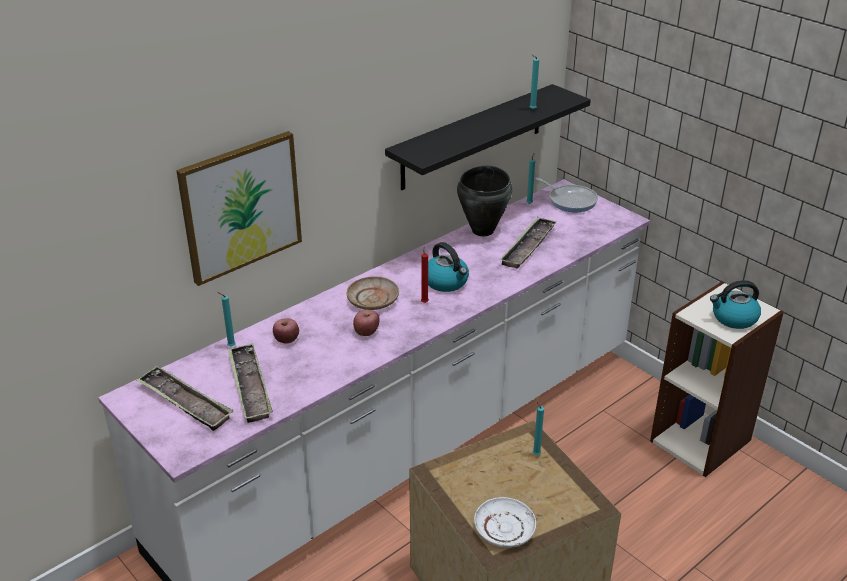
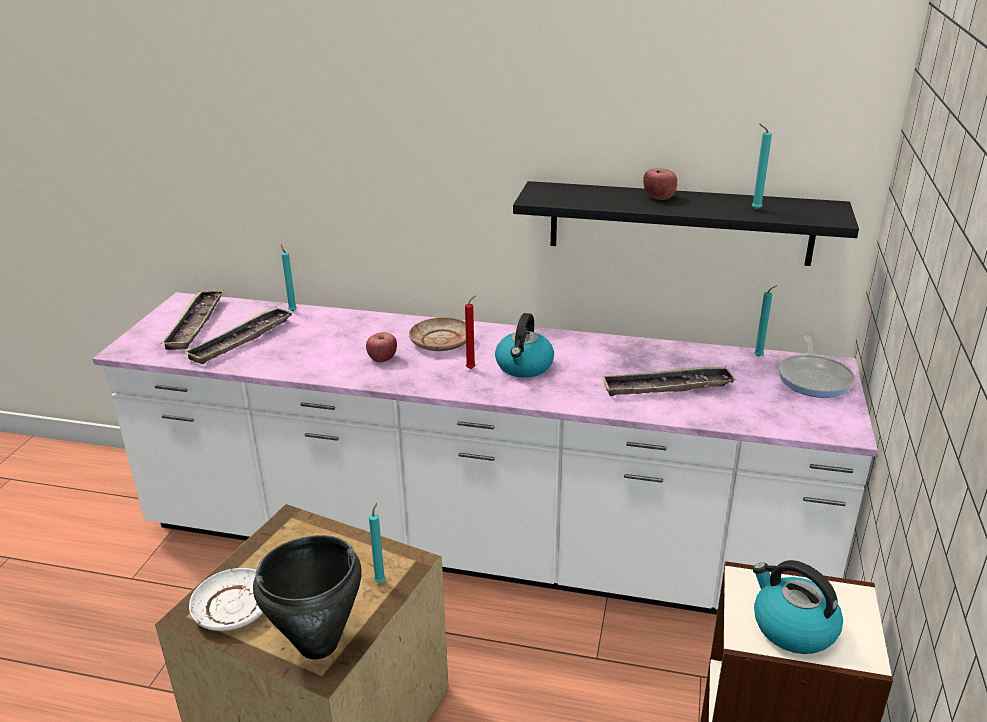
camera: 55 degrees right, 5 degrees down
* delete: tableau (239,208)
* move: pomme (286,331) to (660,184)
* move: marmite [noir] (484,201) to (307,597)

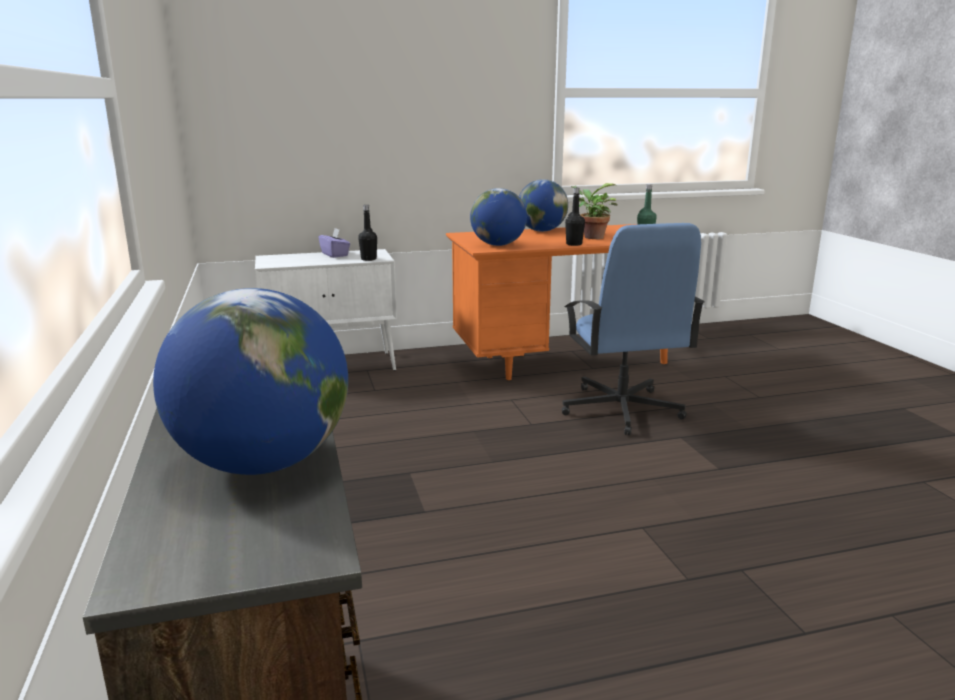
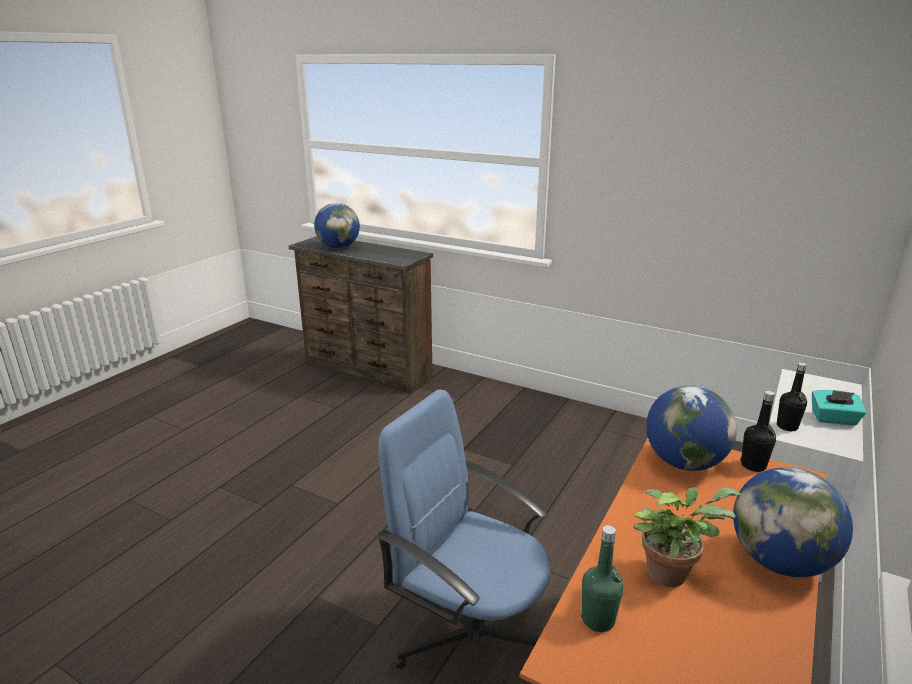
camera: 135 degrees right, 5 degrees up
* move: bouteille [noir] (575,217) to (758,431)
* recolor: boîte à mouchoirs [violet] (334,243) to boîte à mouchoirs [turquoise] (839,407)

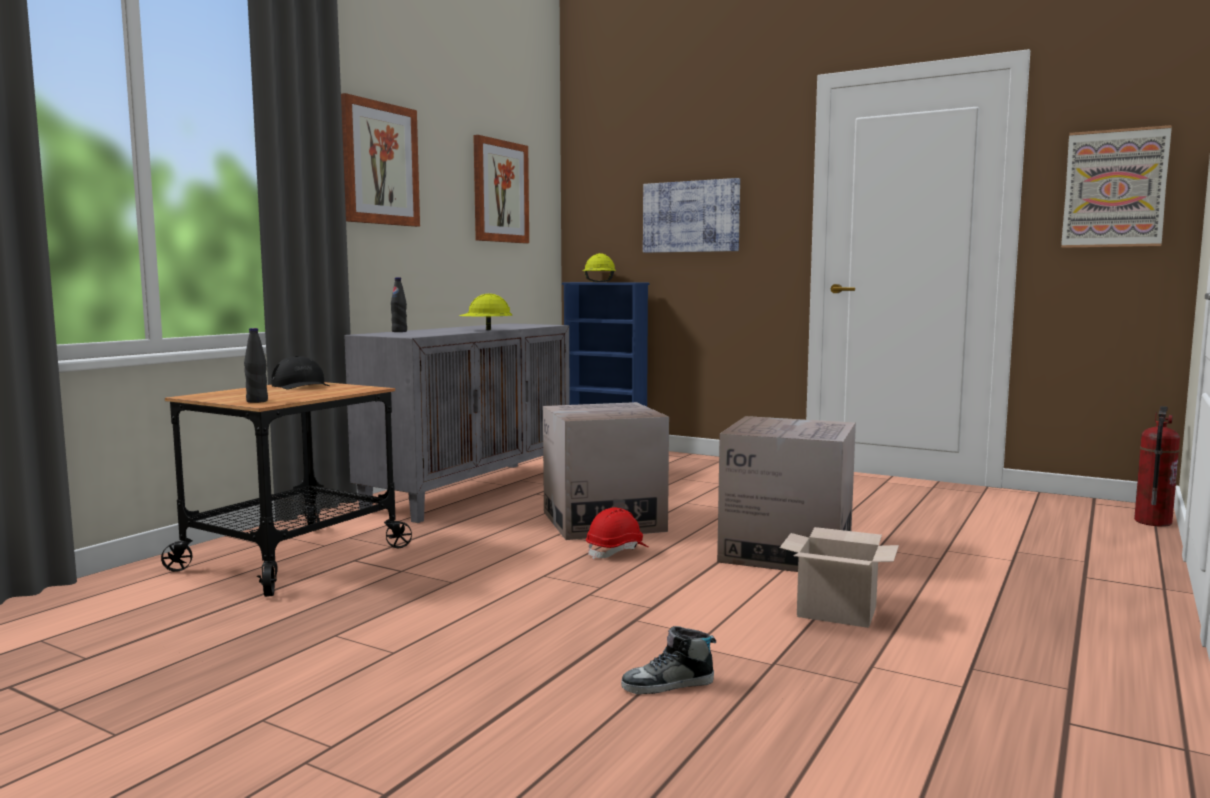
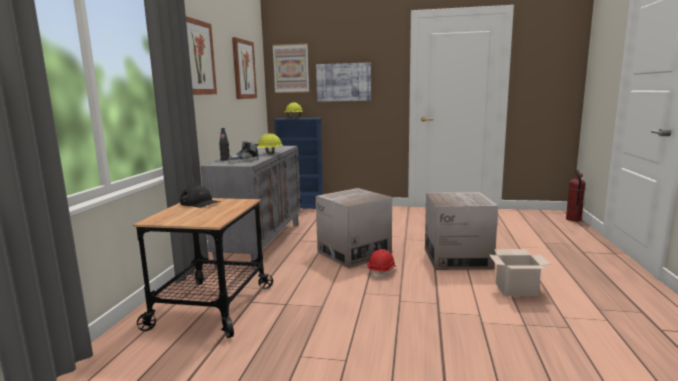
camera: 20 degrees left, 5 degrees up
* delete: bouteille [noir] (256,365)
* move: chaussure (668,660) to (243,152)
* move: tableau (1116,186) to (290,68)

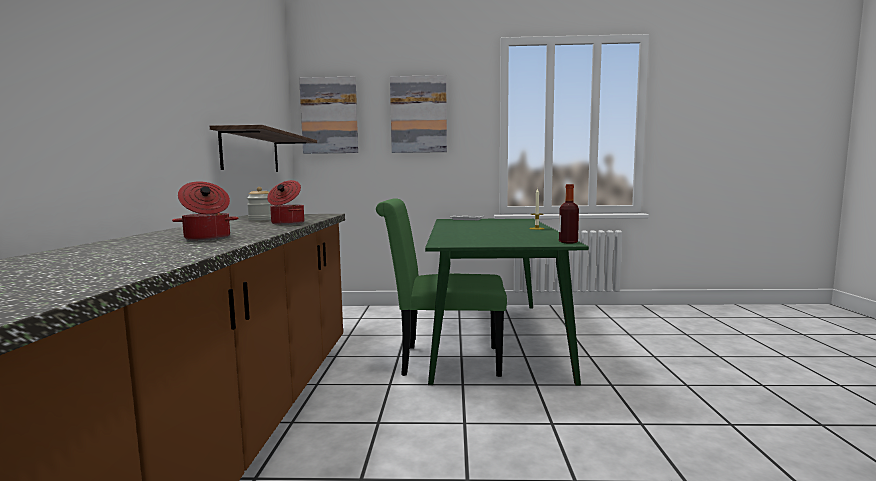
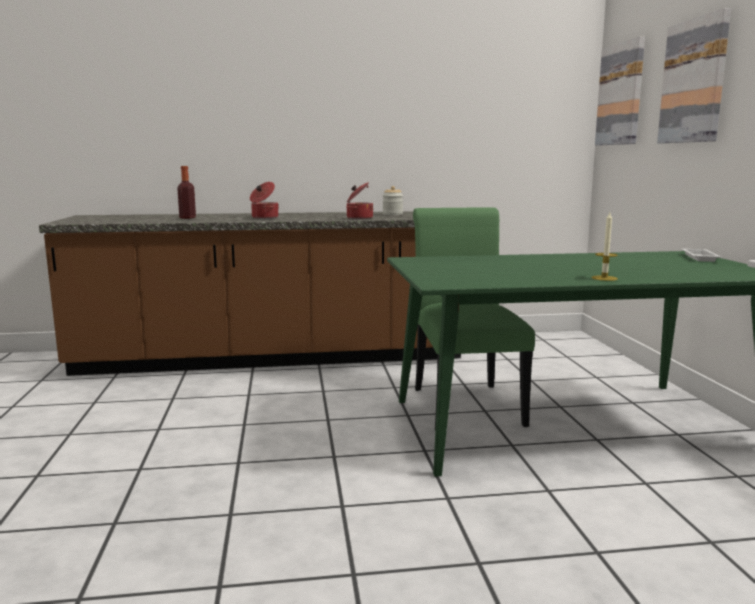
camera: 80 degrees right, 5 degrees up
* delete: étagère (263,148)
* move: bouteille (569,213) to (186,192)

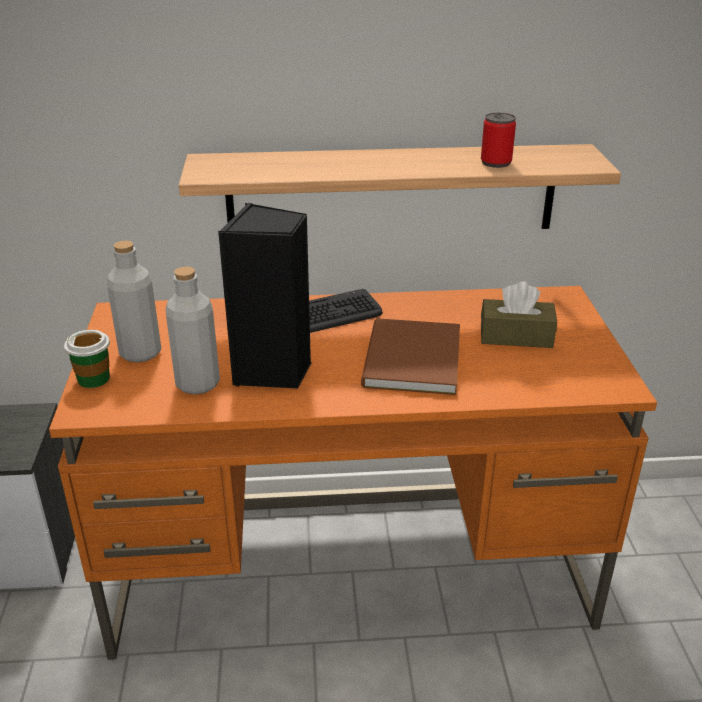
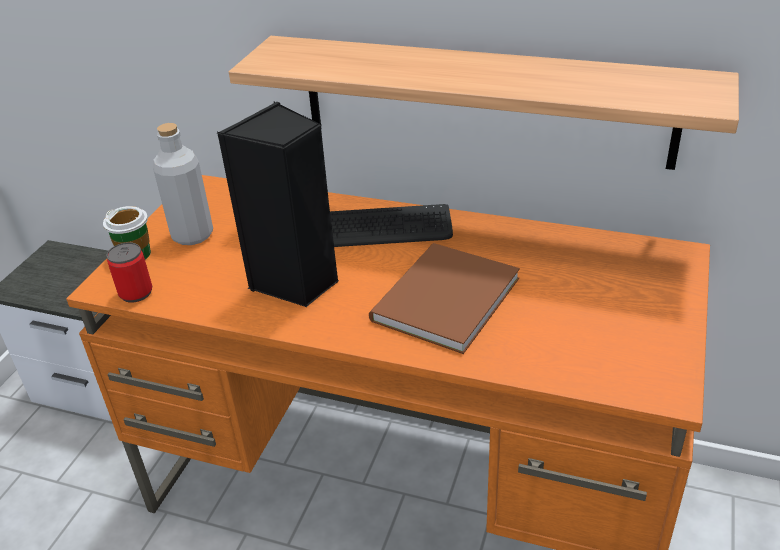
camera: 25 degrees right, 5 degrees up
* delete: bouteille [gris] (192,330)
* delete: boîte à mouchoirs [marron] (519,314)
* move: boîte métallique (498,140) to (129,272)

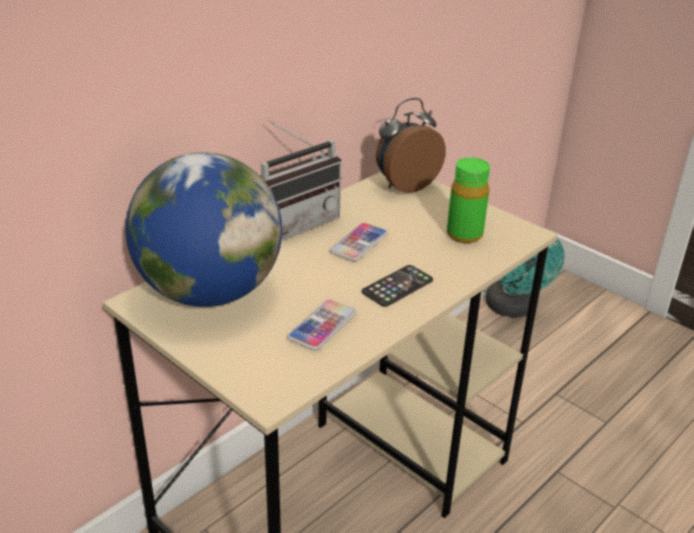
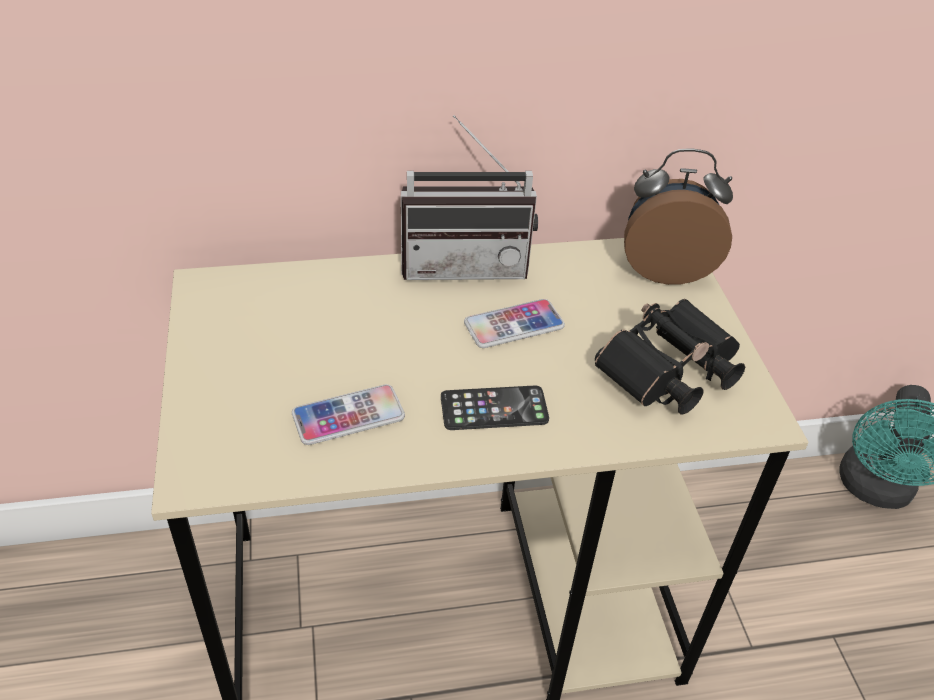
camera: 35 degrees right, 10 degrees up
* delete: globe (203,229)
* replace: bouteille [vert] (468,200) to jumelles [noir] (670,356)

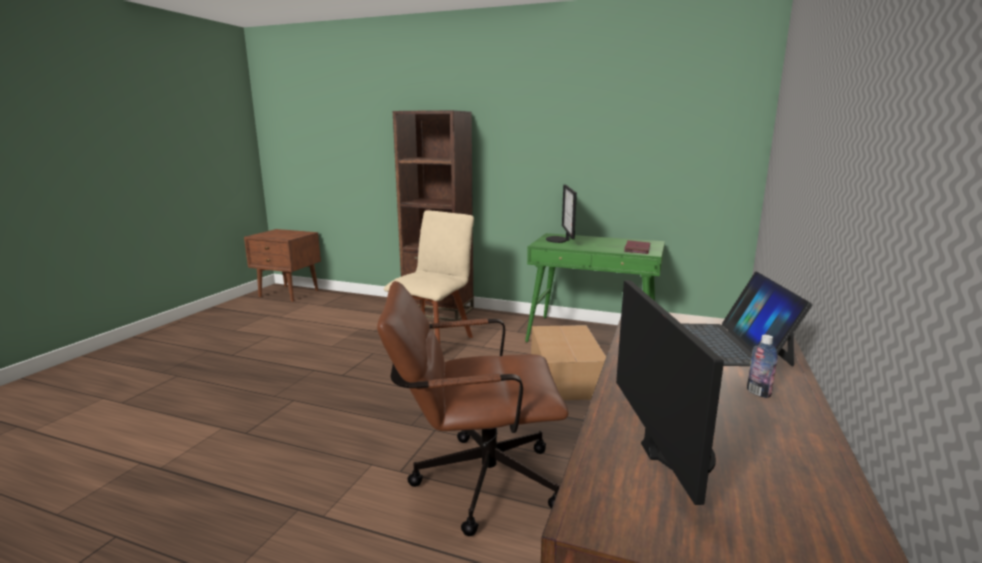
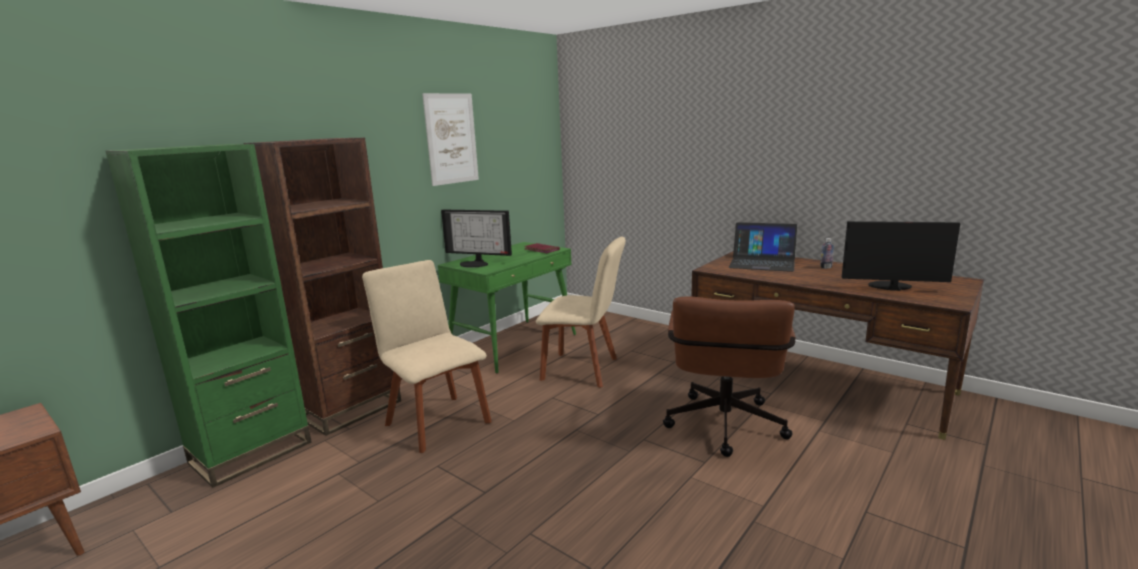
camera: 70 degrees left, 0 degrees up
* insert: bibliothèque [vert] (208,316)
* insert: tableau (450,139)
* replace: carton (568,362) to chaise [beige] (581,312)

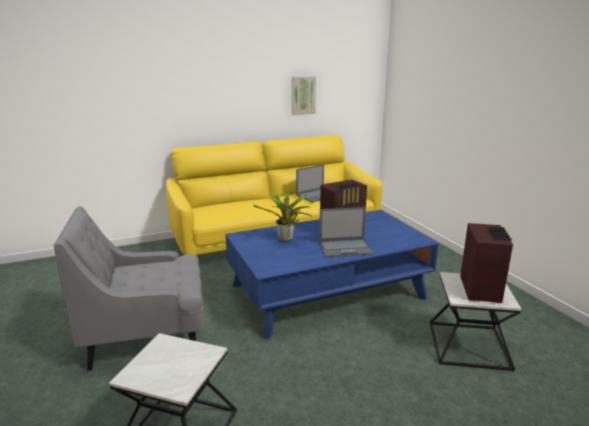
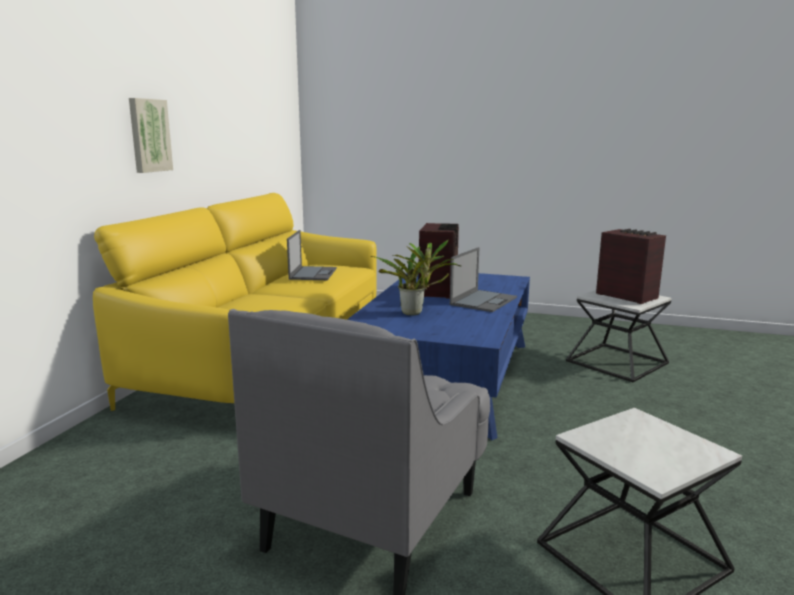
camera: 50 degrees left, 5 degrees down
* move: tableau (304,95) to (151,135)

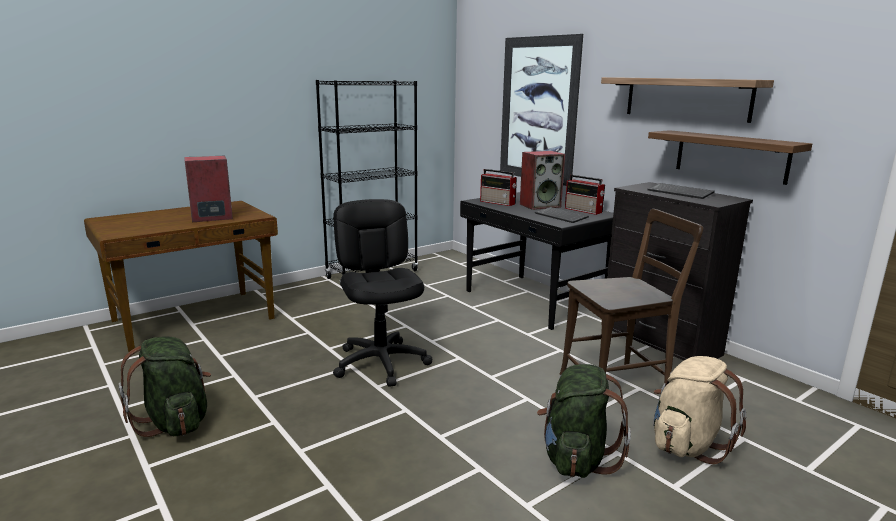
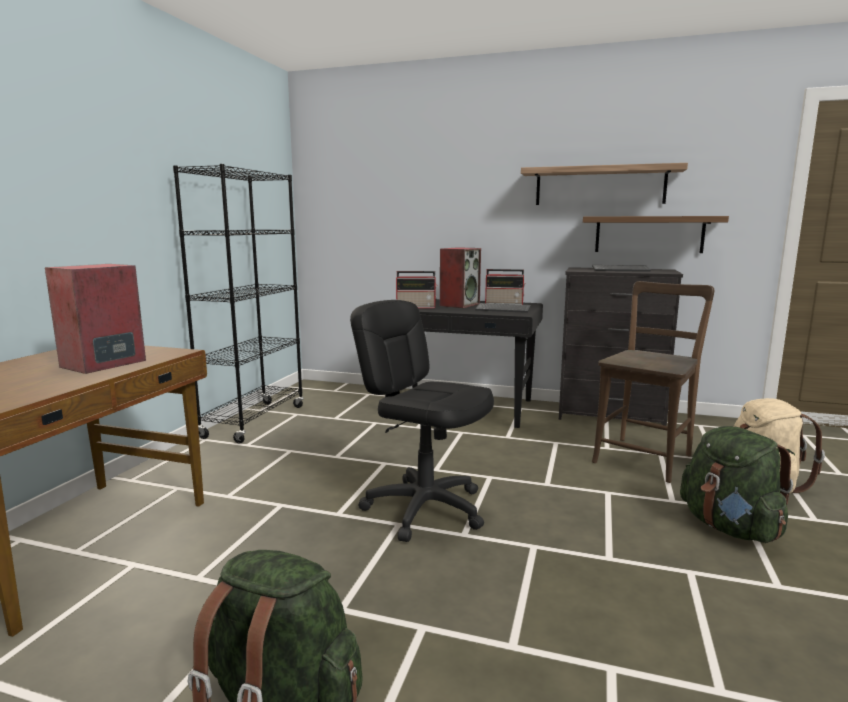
camera: 35 degrees left, 5 degrees down
* delete: tableau (541,110)

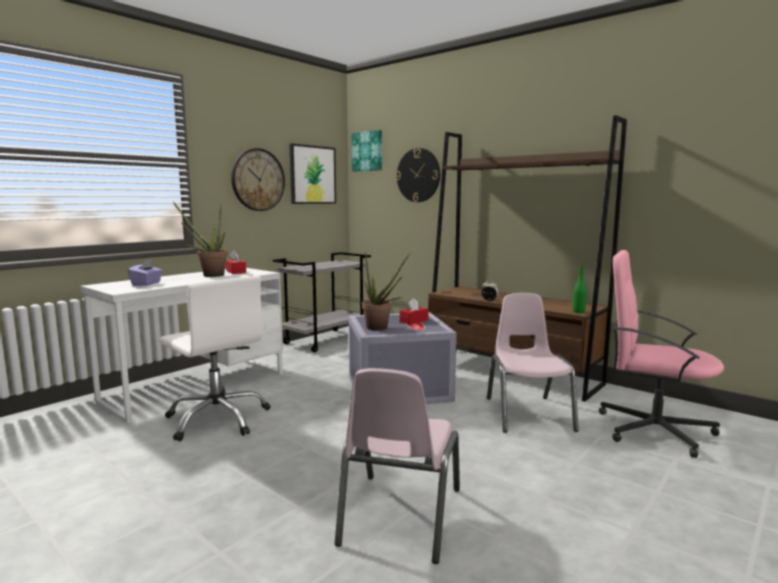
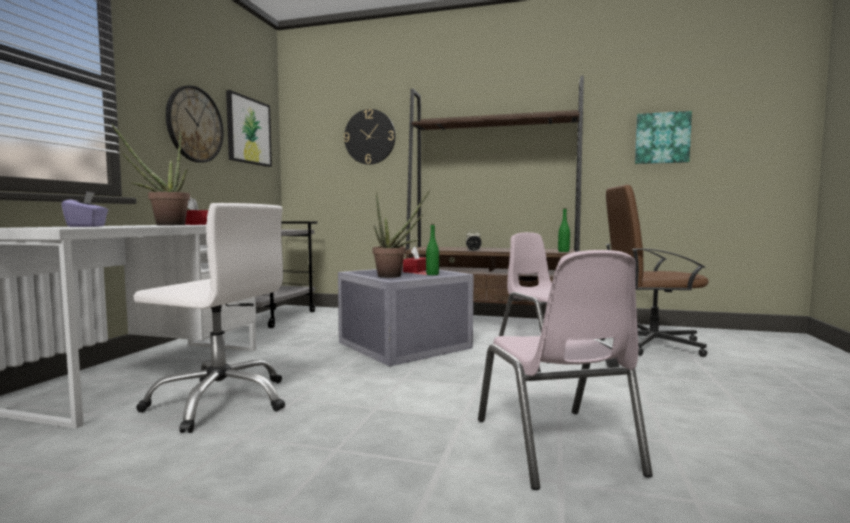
camera: 25 degrees left, 5 degrees down
* insert: bouteille [vert] (432,249)
* move: tableau (367,150) to (663,137)
* recolor: chaise de bureau [rose] (661,354) to chaise de bureau [marron] (655,271)

